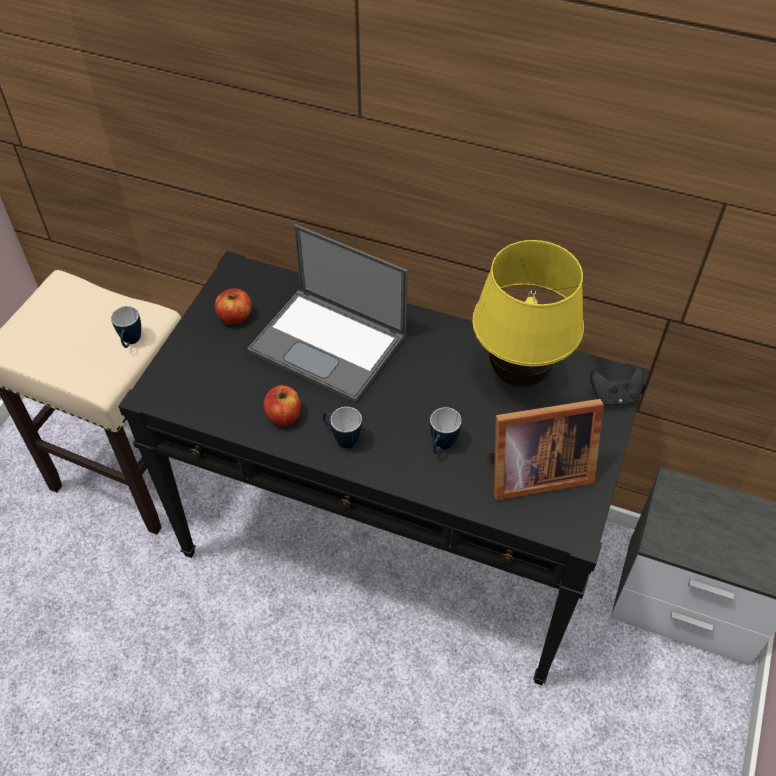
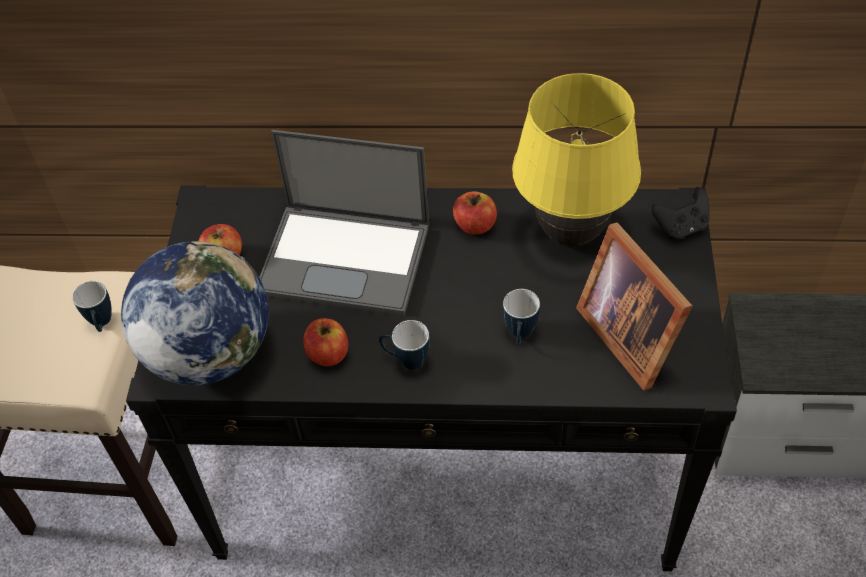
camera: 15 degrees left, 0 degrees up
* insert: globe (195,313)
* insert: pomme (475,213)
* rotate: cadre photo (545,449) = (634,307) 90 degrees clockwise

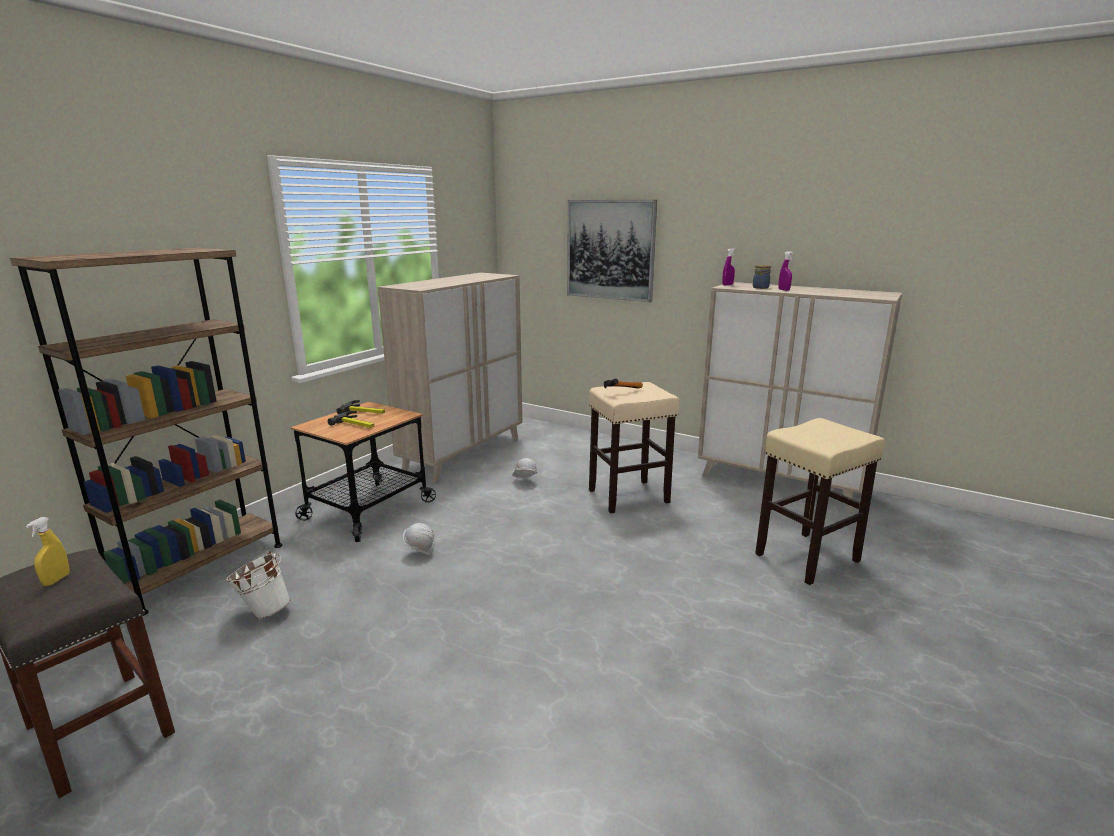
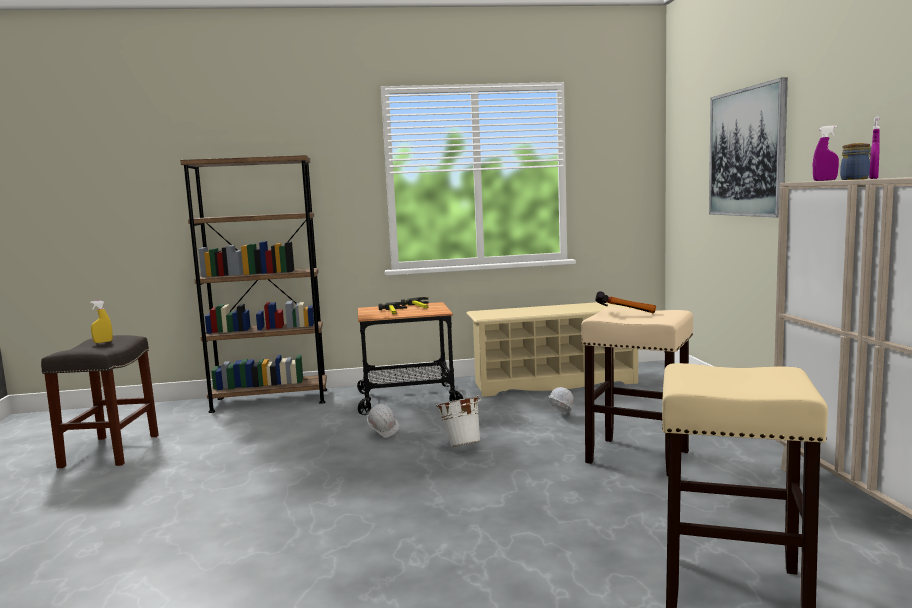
camera: 50 degrees right, 10 degrees down
* move: seau [blanc] (258,585) to (458,421)
* replace: meuble de rangement [beige] (450,377) to étagère à chaussures [beige] (552,349)

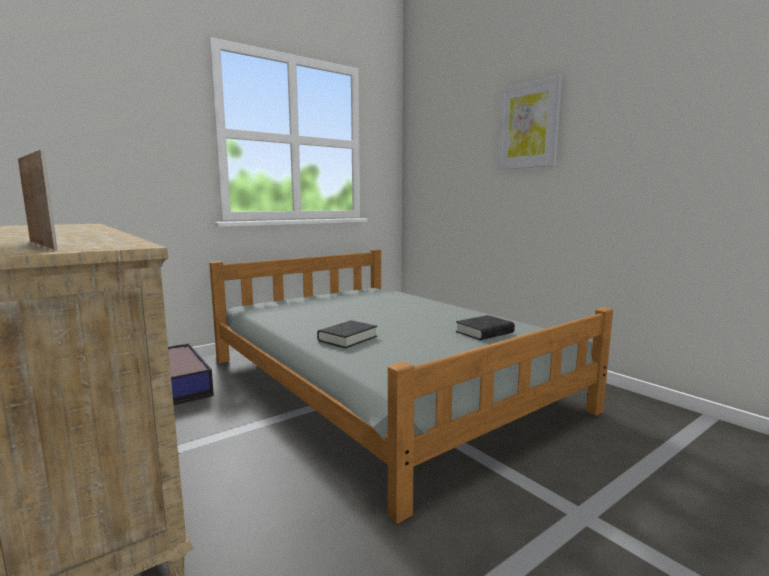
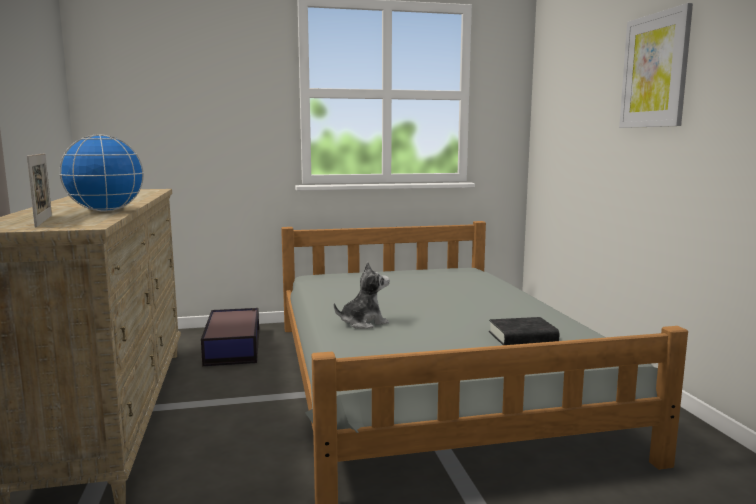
camera: 25 degrees right, 0 degrees up
* insert: globe (101,173)
* replace: livre [noir] (347,334) to peluche (362,295)

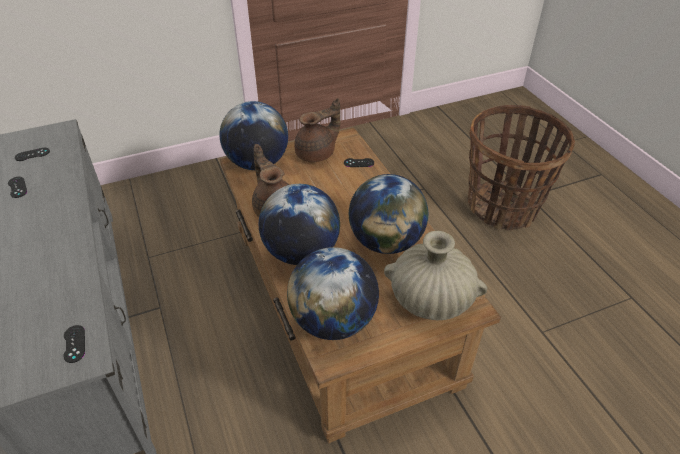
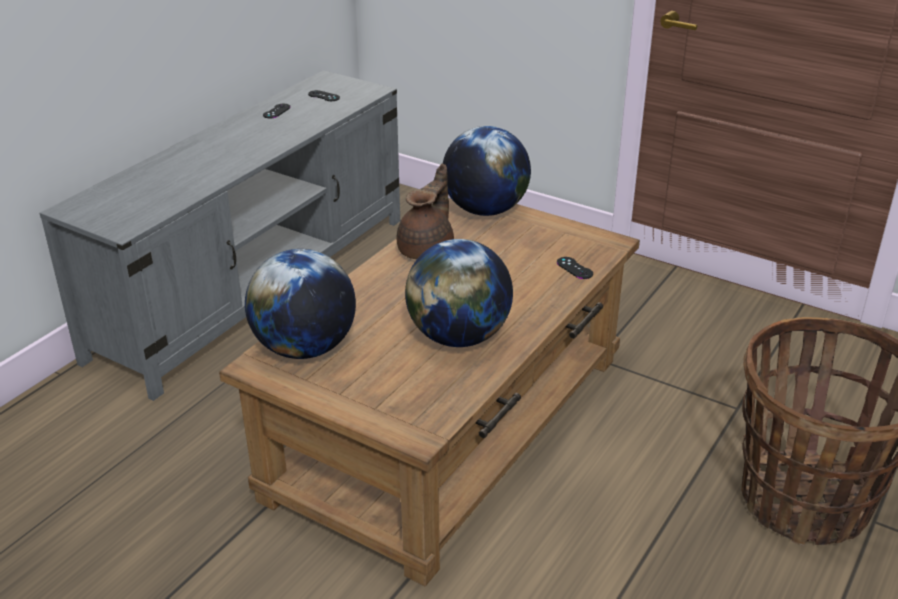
camera: 55 degrees right, 10 degrees down
* delete: manette [noir] (74,344)
* delete: globe (299,224)
* delete: théière [marron] (317,130)
* delete: vase [beige] (435,275)

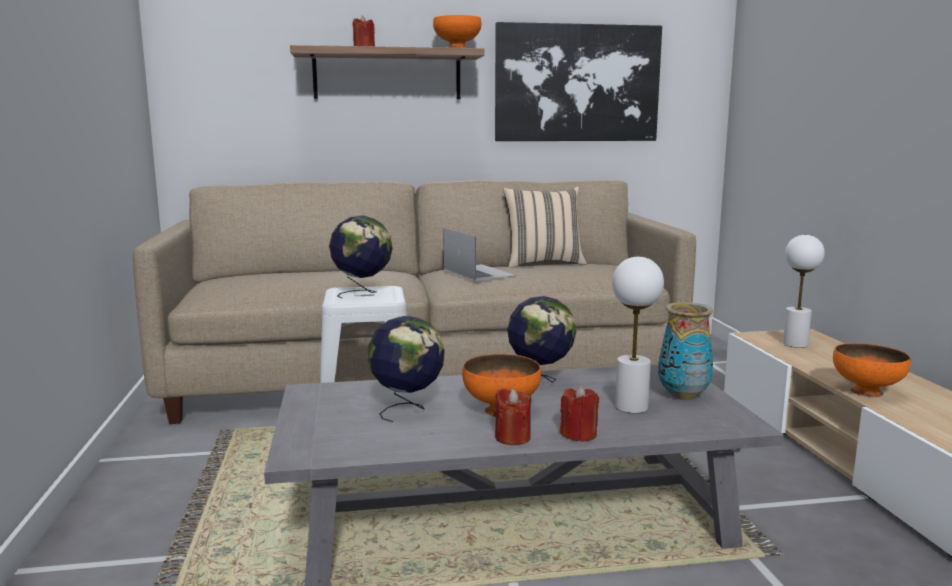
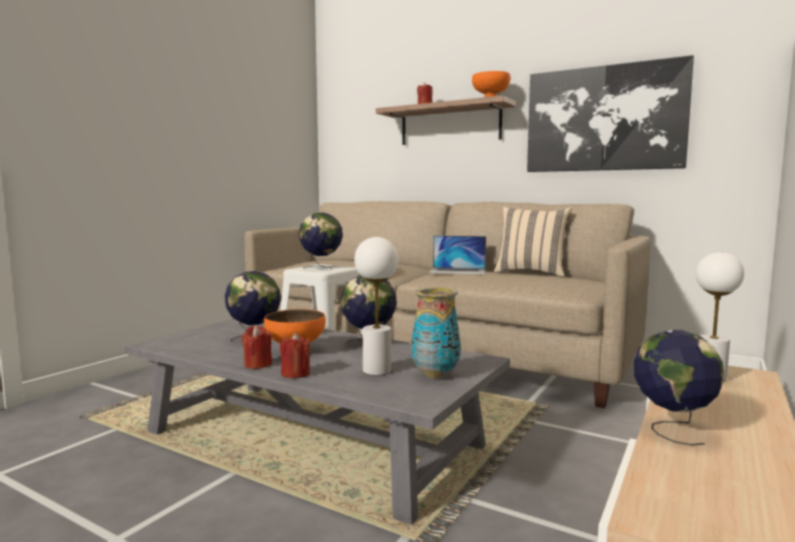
camera: 40 degrees right, 5 degrees down
* replace: bol [orange] (872,370) to globe (679,388)
* rotate: ordinateur portable (479,254) = (457,255) 90 degrees clockwise

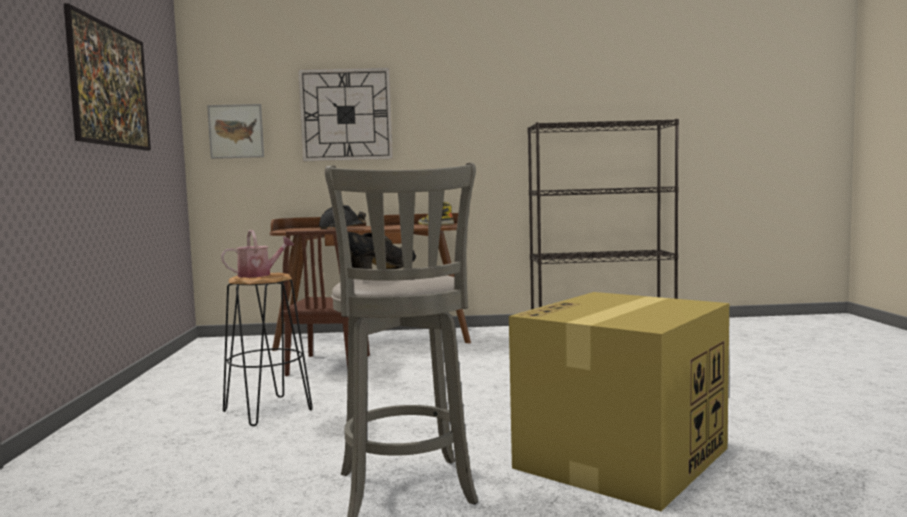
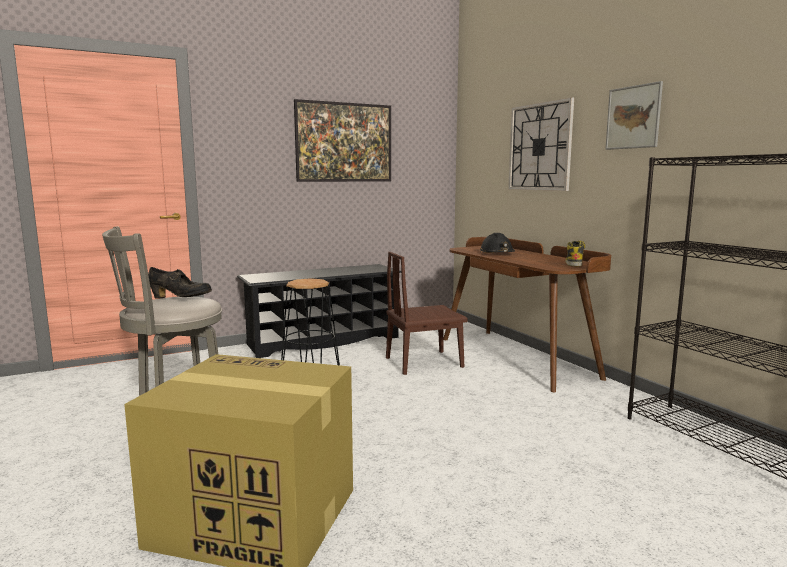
camera: 65 degrees right, 5 degrees up
* delete: arrosoir (257,254)
* insert: étagère à chaussures [noir] (319,311)
* move: tableau (235,131) to (634,115)

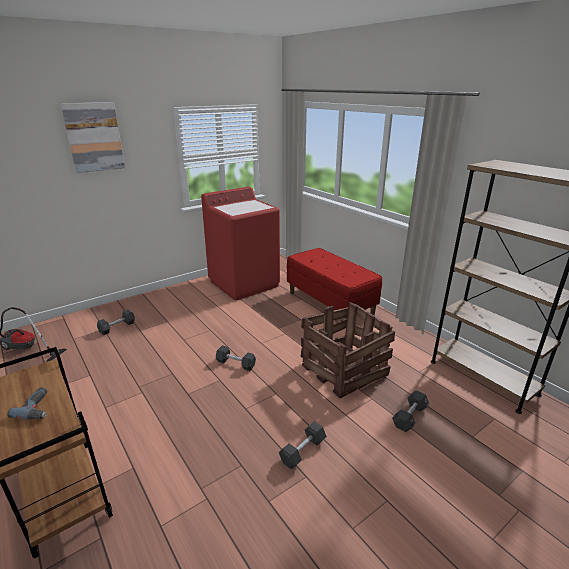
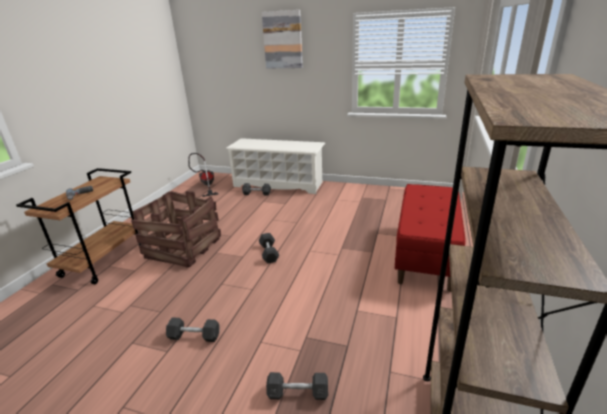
camera: 55 degrees right, 0 degrees up
* delete: lave-linge [rouge] (240,243)
* insert: étagère à chaussures [blanc] (276,166)
* move: caisse (347,350) to (176,229)

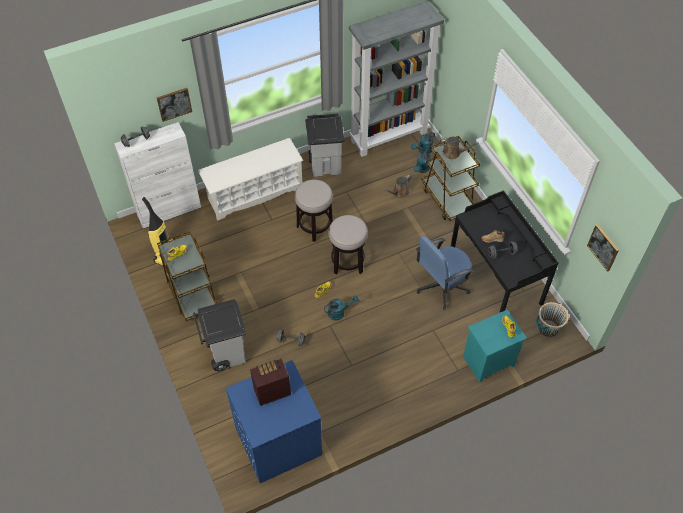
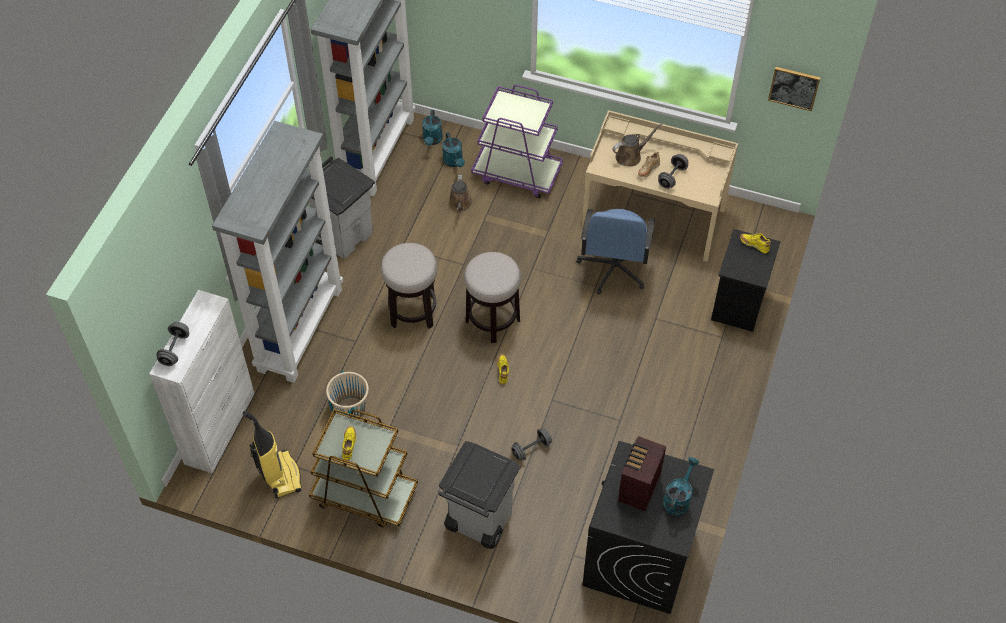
camera: 45 degrees left, 0 degrees up
* delete: tableau (174,105)
* move: arrosoir [turquoise] (341,308) to (681,486)
* move: arrosoir [marron] (459,148) to (637,145)
* move: seau [beige] (552,319) to (347,395)
* replace: étagère à chaussures [blanc] (250,179) to bibliothèque [gris] (277,252)
* recolor: lave-linge [bleu] (274,421) to lave-linge [noir] (648,527)
* recolor: chariot [marron] (450,178) to chariot [violet] (517,141)
* recolor: bureau [noir] (504,251) to bureau [beige] (660,186)
* recolor: table de chevet [turquoise] (495,346) to table de chevet [noir] (746,280)

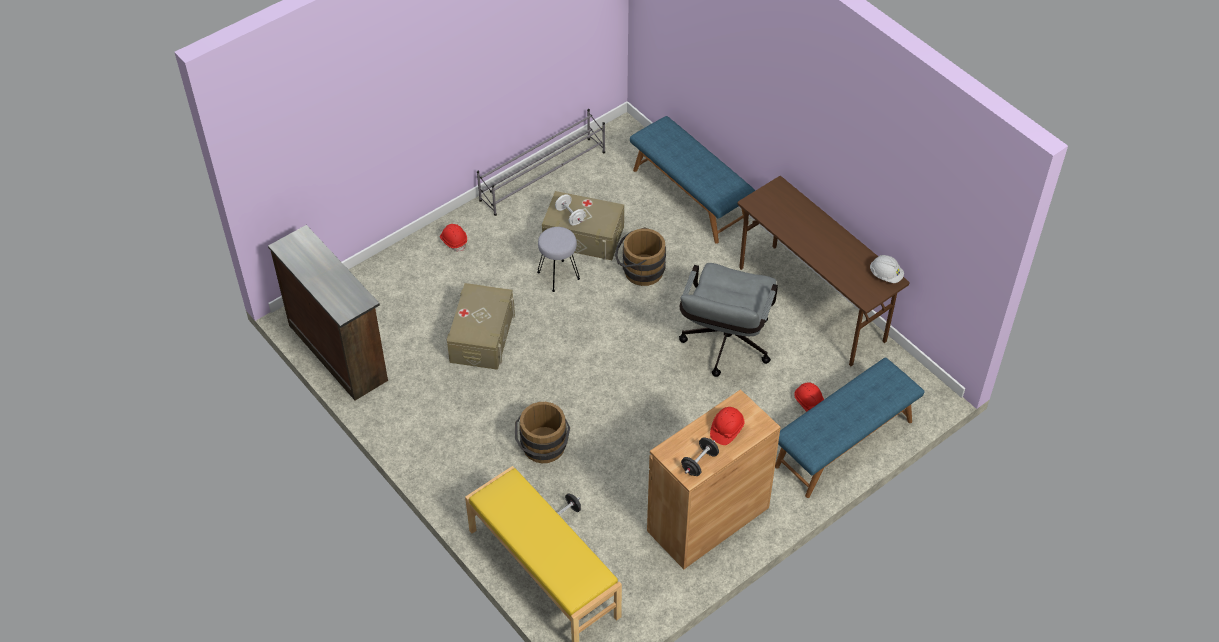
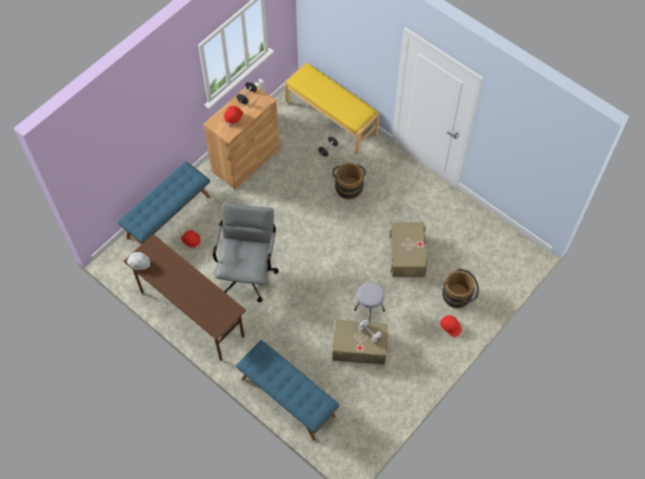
camera: 170 degrees right, 10 degrees up
* delete: commode [marron] (328,312)
* delete: étagère à chaussures [gris] (541,162)
* move: seau [marron] (640,256) to (460,288)

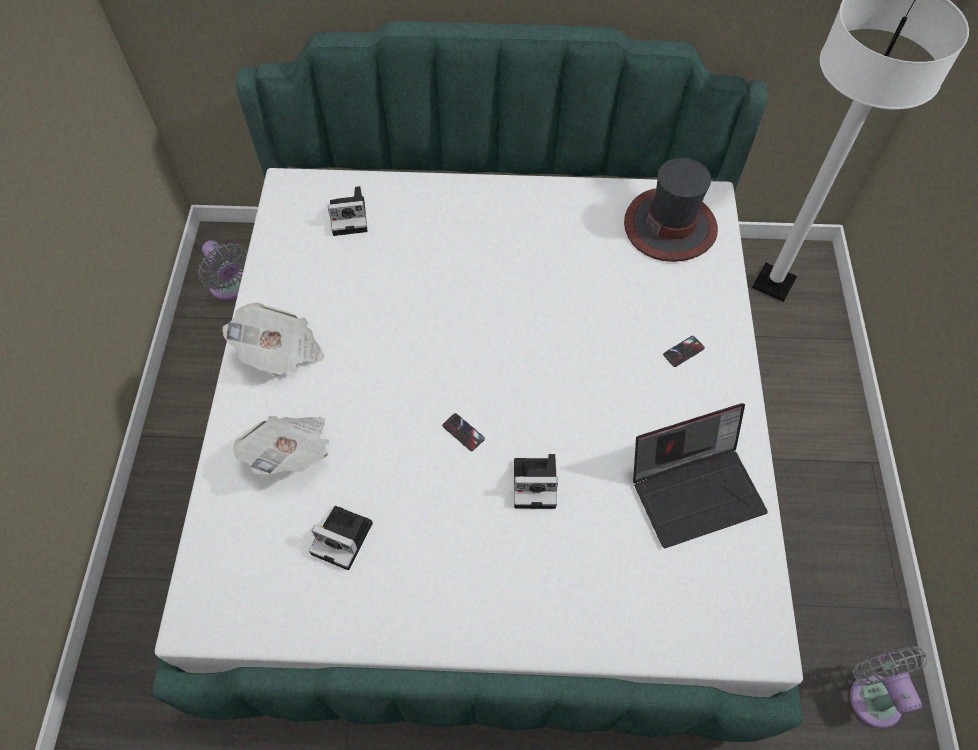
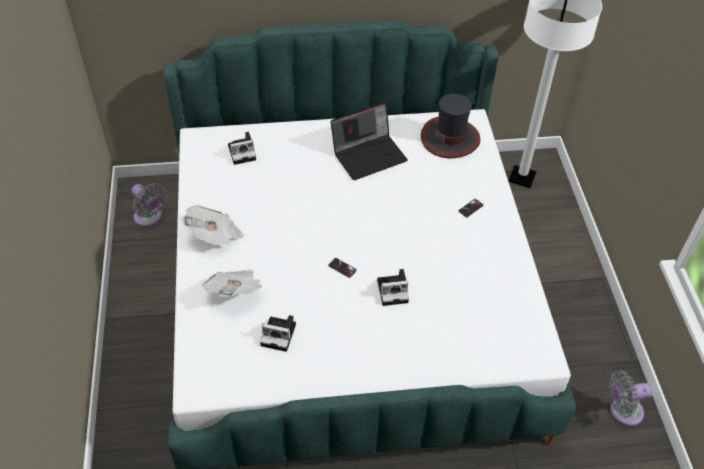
camera: 10 degrees left, 10 degrees down
* move: ordinateur portable (700,475) to (369,141)
* rotate: ventilateur [gris] (888,687) = (630,398) 75 degrees counterclockwise

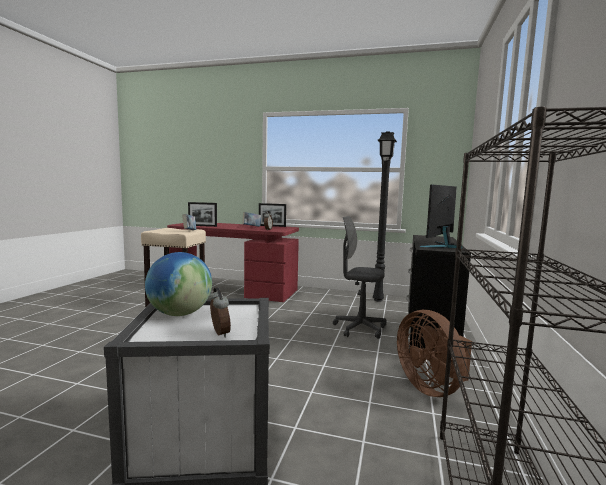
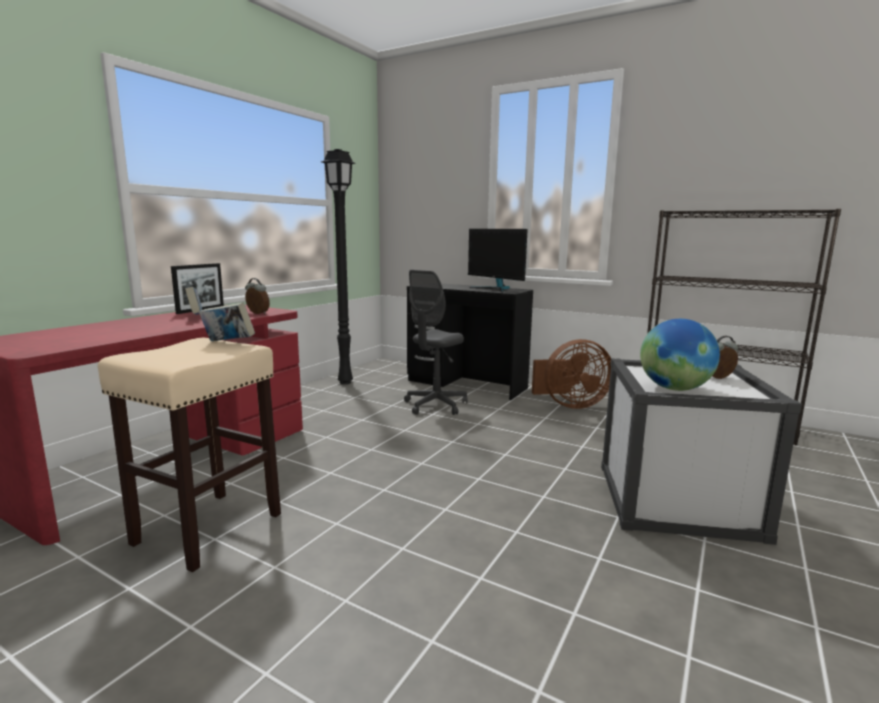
camera: 75 degrees left, 5 degrees up
* delete: cadre photo (202,214)

